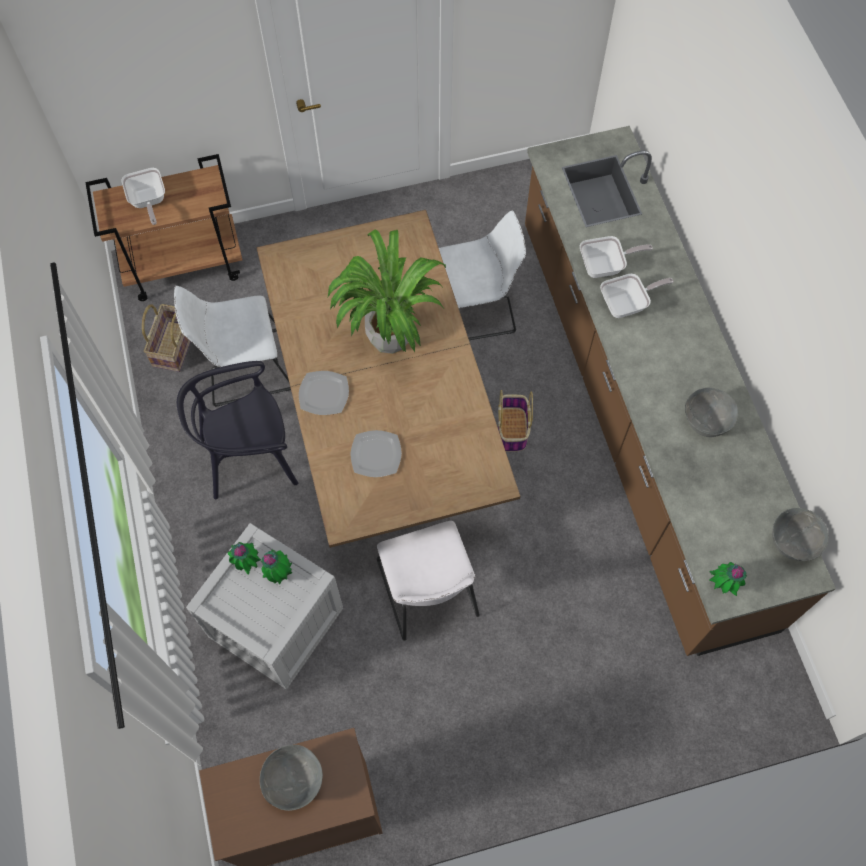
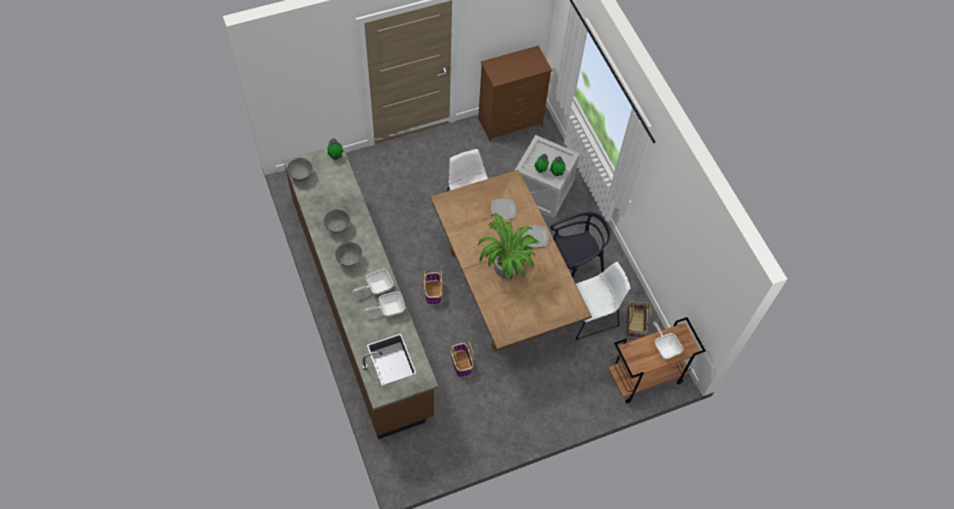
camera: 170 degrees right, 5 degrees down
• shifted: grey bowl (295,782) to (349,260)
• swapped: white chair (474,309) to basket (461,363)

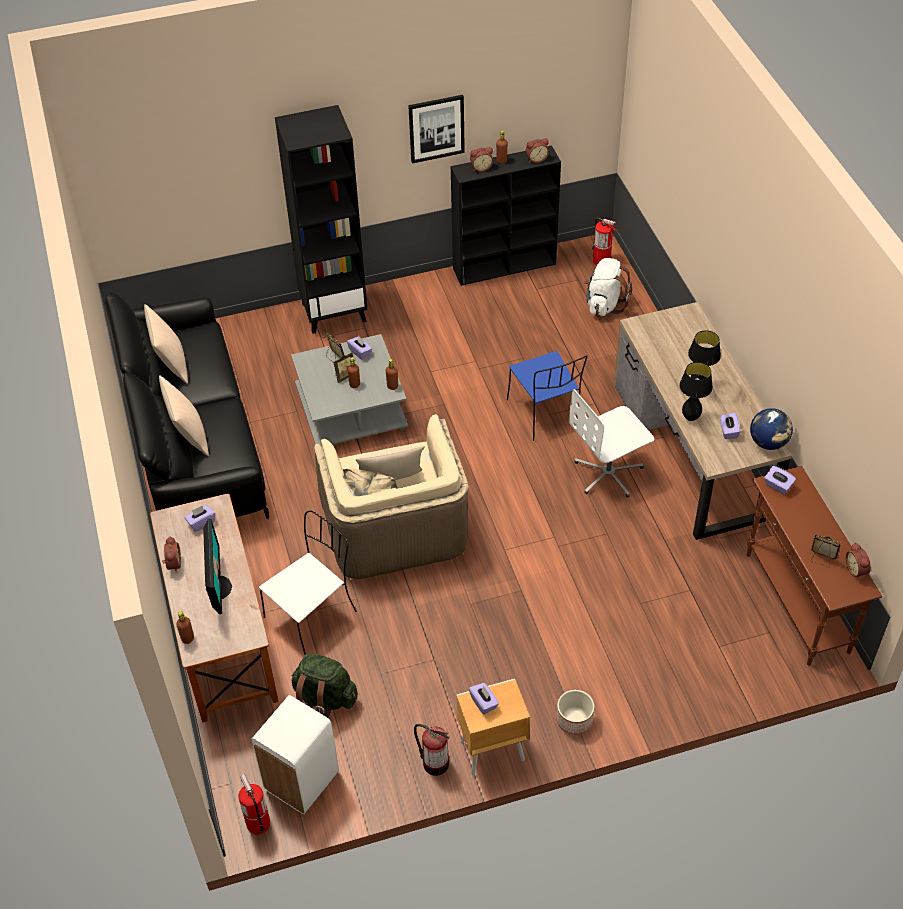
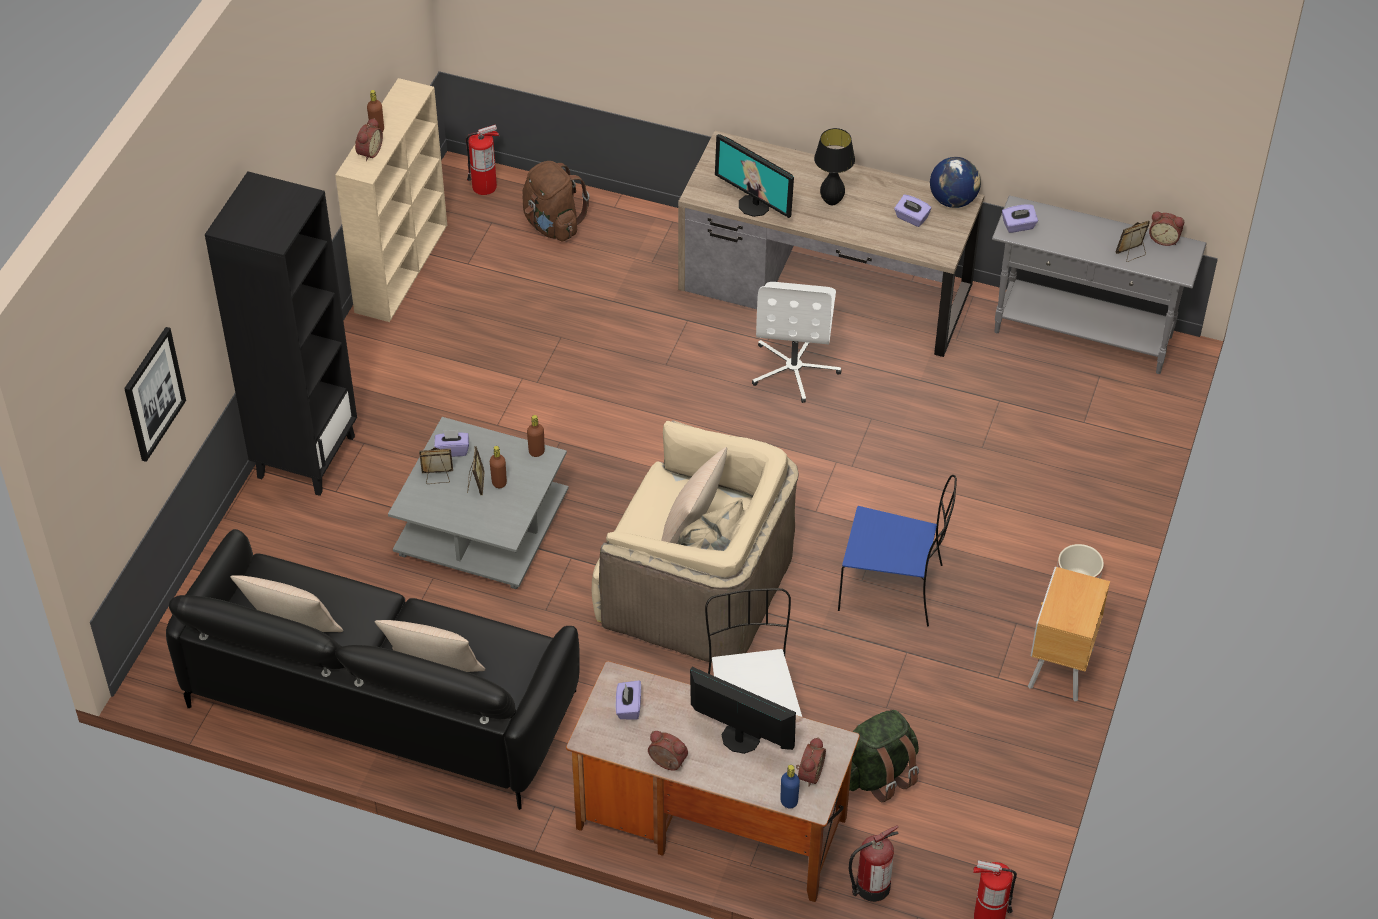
camera: 55 degrees left, 0 degrees up
• shifted: picture (436,128) to (153,393)
• repainted: black bookcase (505,266) to beige bookcase (401,267)
• repainted: white backpack (604,304) to brown backpack (552,225)
• new: monitor (754,205)
• repainted: brown bottle (187,638) to blue bottle (789,801)
• shifted: alarm clock (536,159) to (808,773)
• shifted: blue chair (545,413) to (893,588)
• shifted: fire extinguisher (434,763) to (870,887)
• repainted: brown console table (796,603) to grey console table (1083,335)
• gone: white trash can (300,781)
• gone: purple tissue box (483,703)
• gone: black table lamp (690,418)

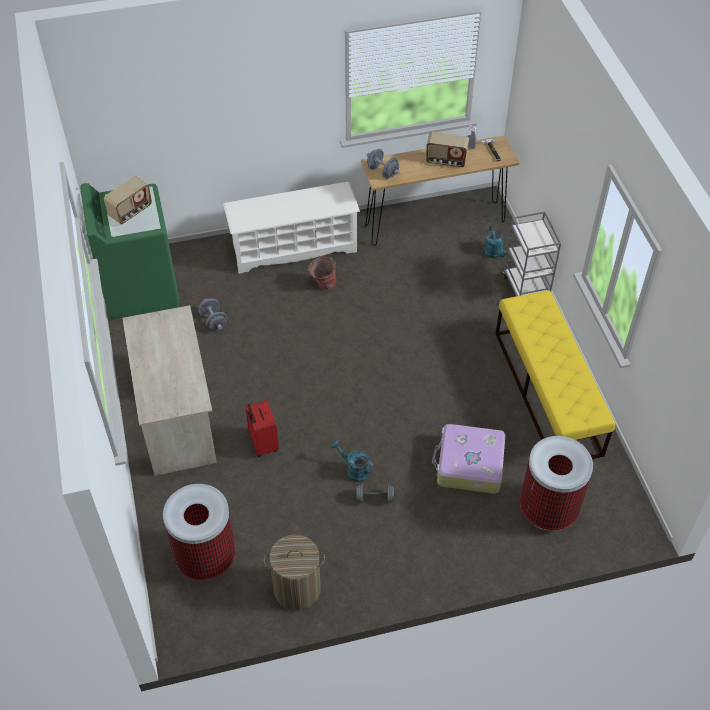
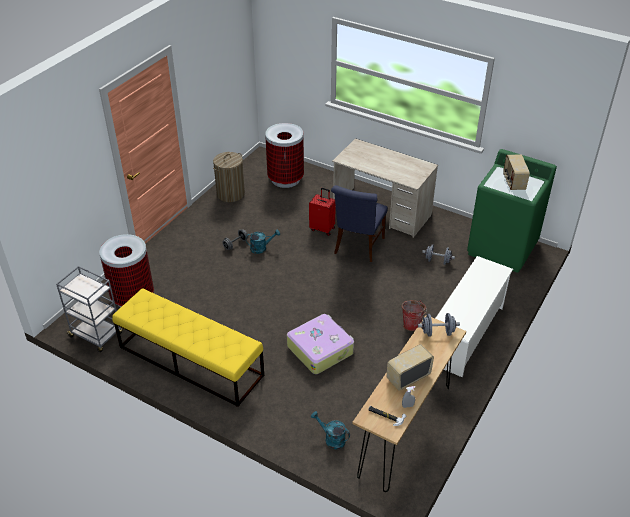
camera: 135 degrees right, 10 degrees down
• shifted: grey cart (526,289) to (97,335)
• shifted: suitcase (469,465) to (320,349)
• new: blue chair (358,247)

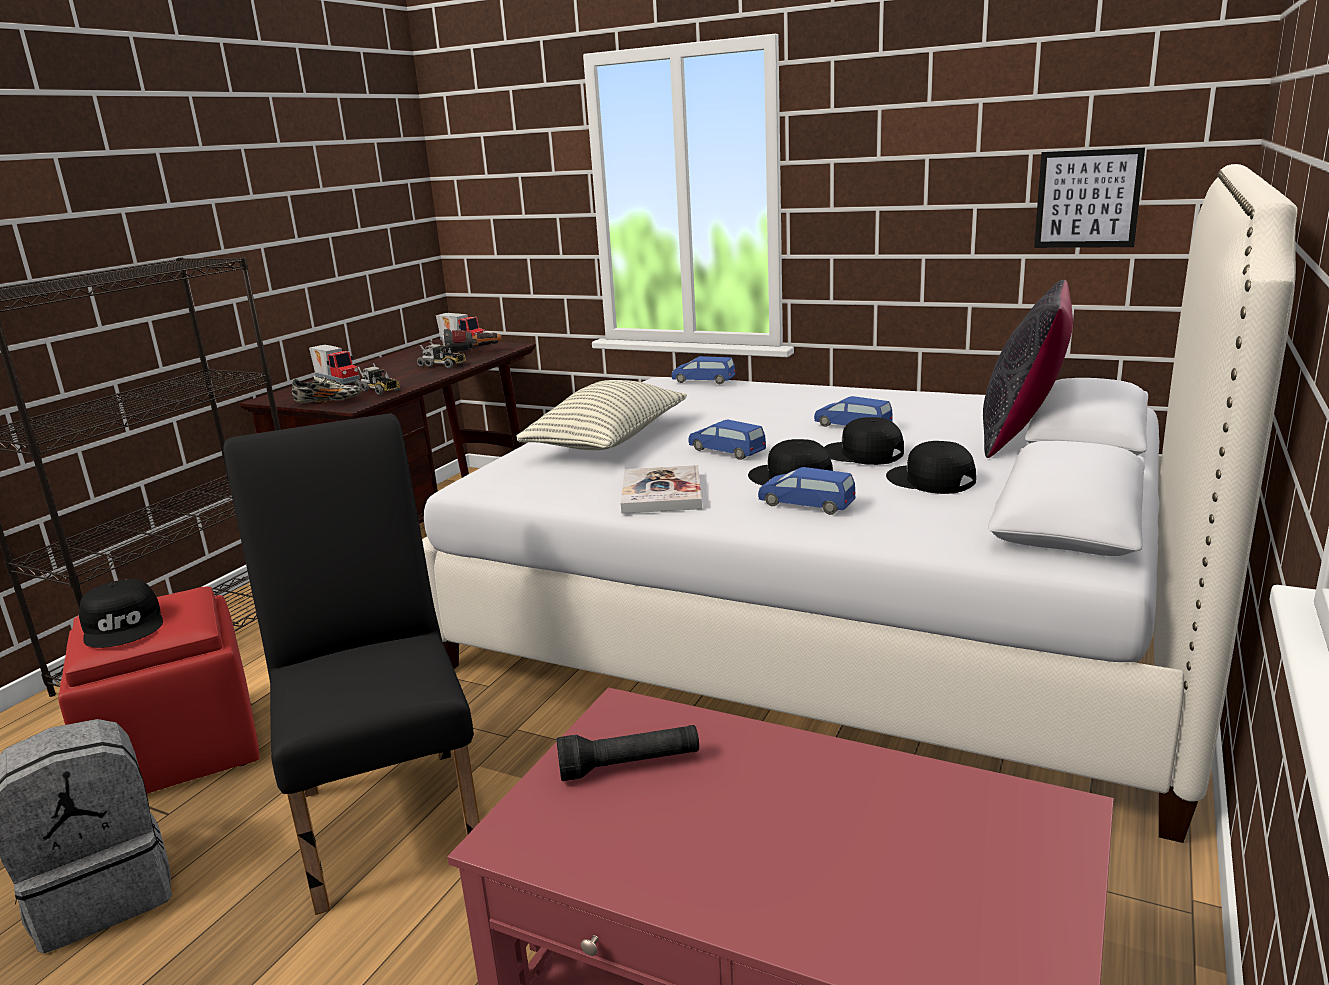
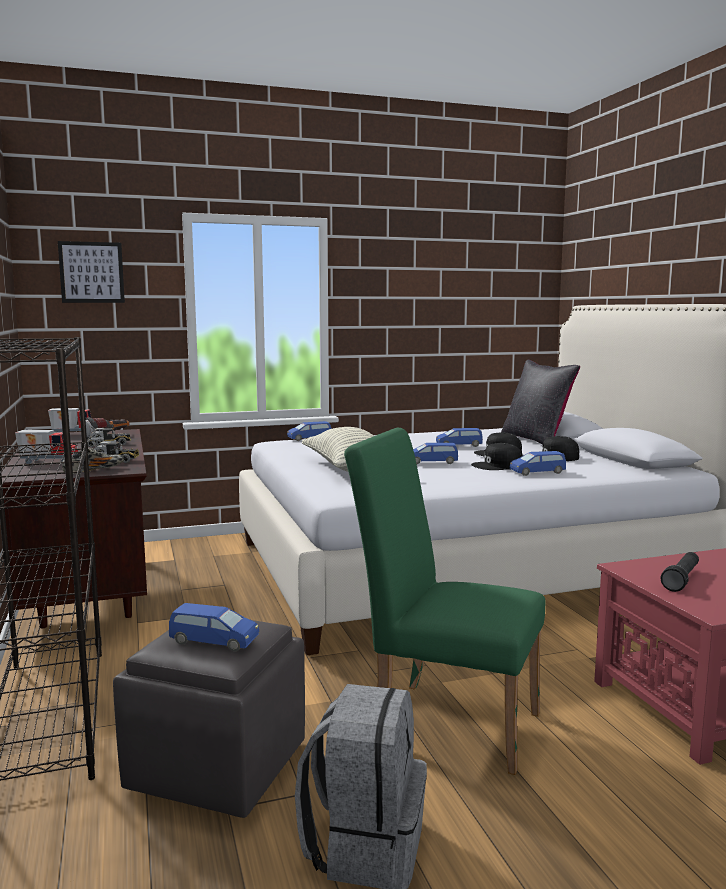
camera: 45 degrees left, 10 degrees down
• shifted: picture (1087,199) to (91,272)
• repainted: red ottoman (180,749) to grey ottoman (217,765)
• swapped: black cap (125,625) to blue toy car (214,641)
• repainted: black chair (390,812) to green chair (444,720)
• gone: book (661,493)

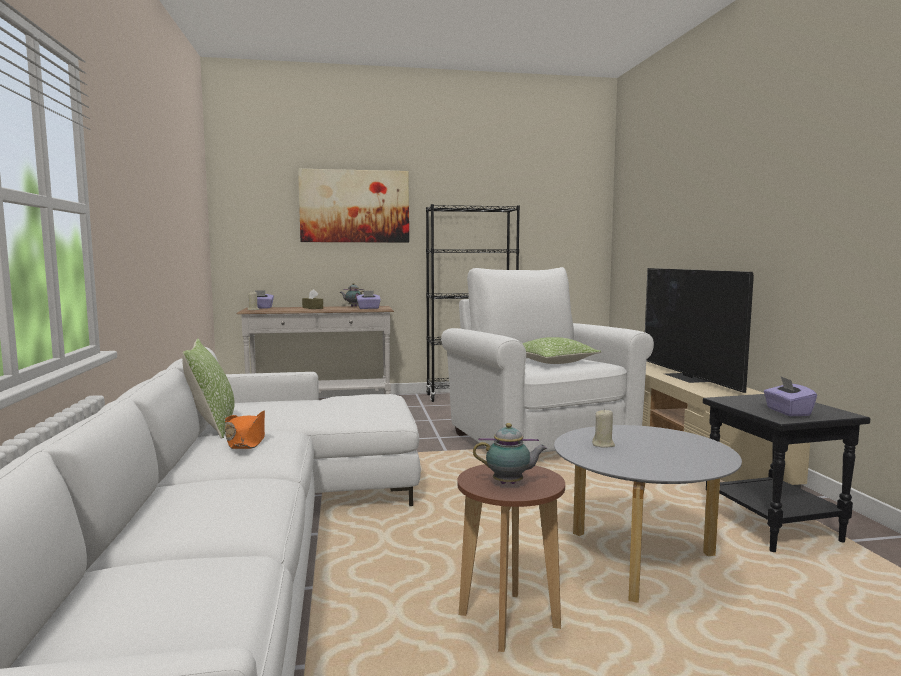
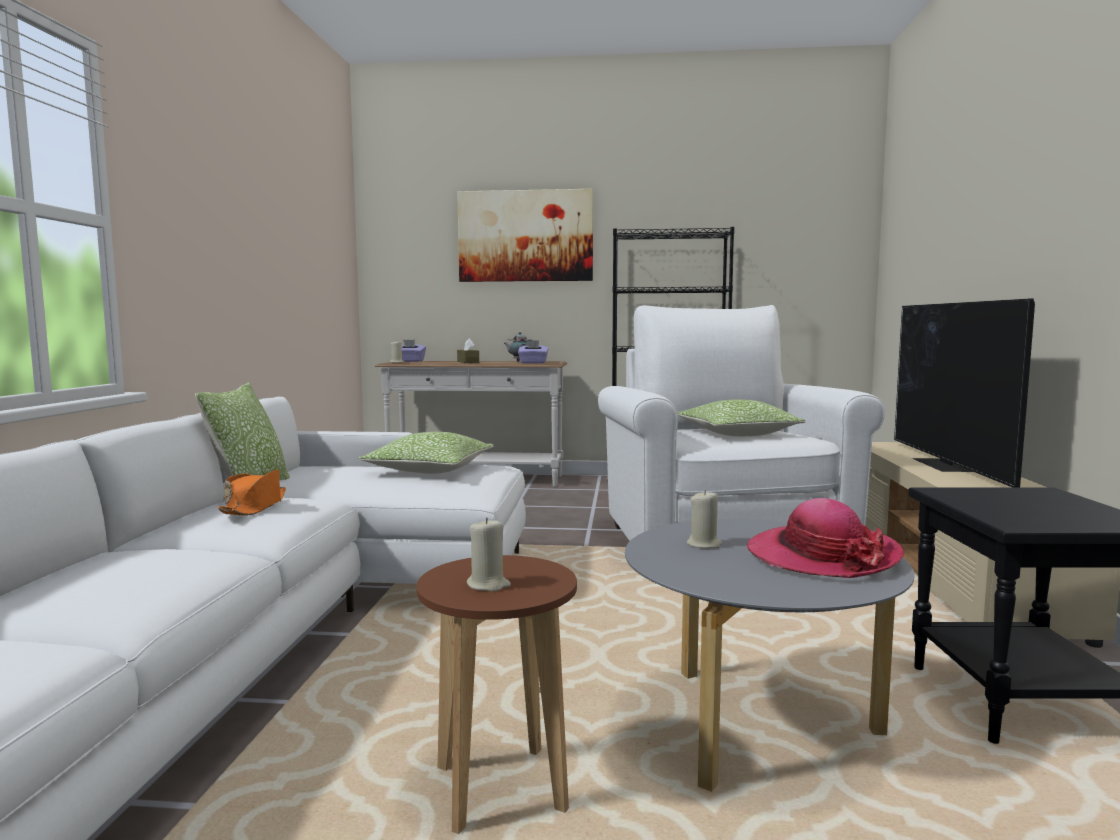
camera: 15 degrees right, 0 degrees up
• new: pillow (429,470)
• swapped: teapot (510,484) to beige candle (488,585)
• new: hat (822,556)
• gone: purple tissue box (787,412)

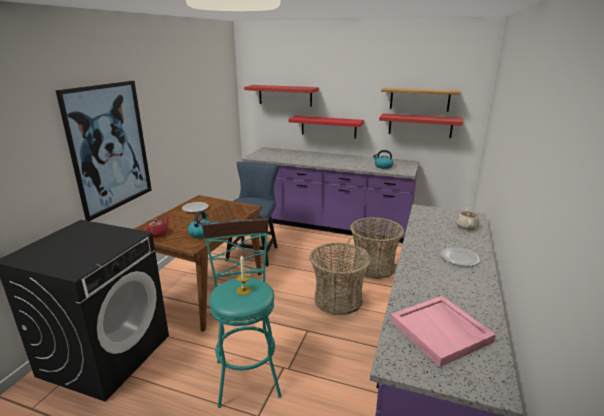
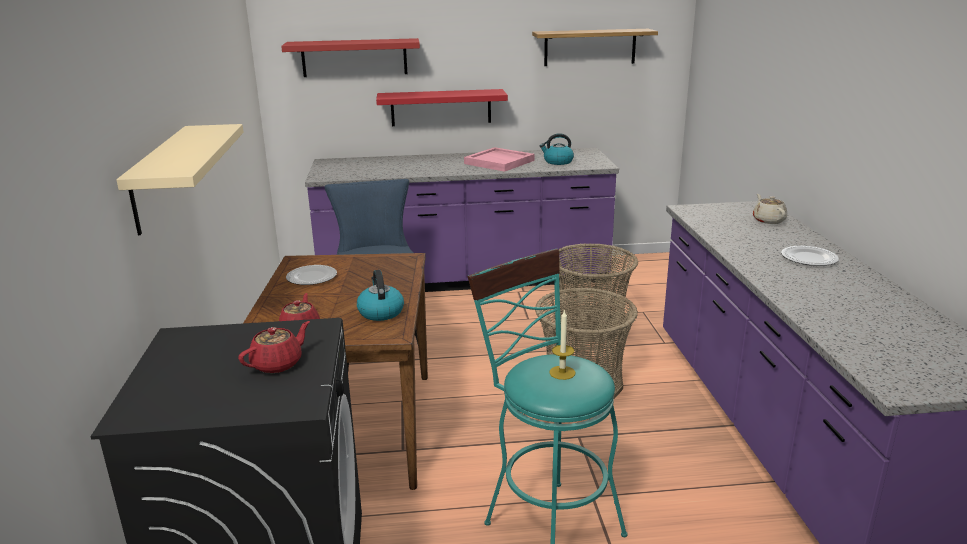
camera: 25 degrees left, 0 degrees up
• swapped: picture (109,148) to beige shelf (160,177)
• new: red teapot (278,364)
• shifted: pink tray (441,331) to (500,162)
• gone: red shelf (420,125)

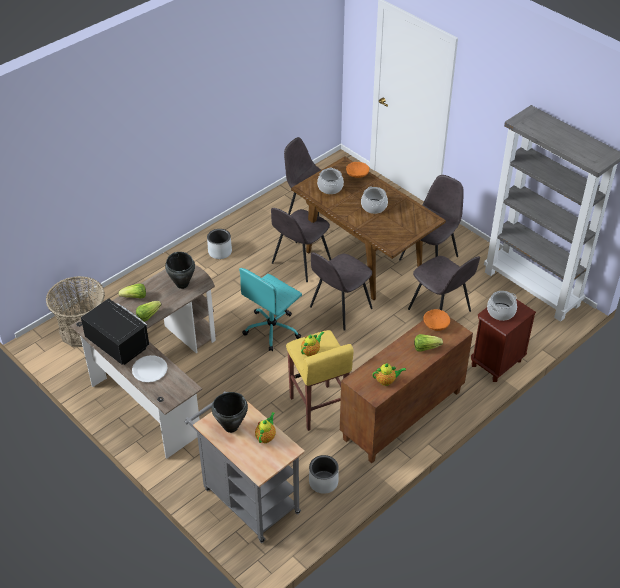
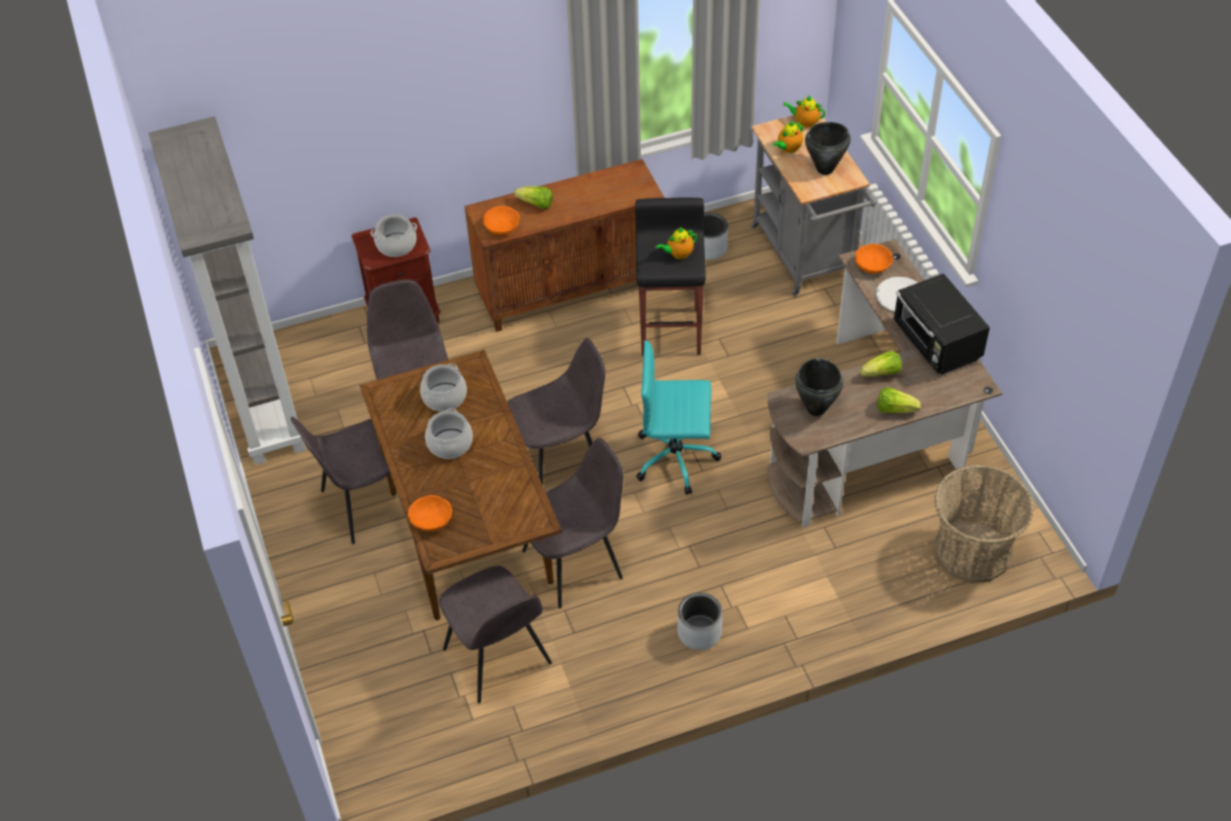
camera: 155 degrees left, 5 degrees up
• shifted: cooking pot (330,187) to (445,397)
• repainted: yellow stool (317,408) to black stool (671,330)
• rotated: turquoise office chair (272,329) = (677,458) 150 degrees counterclockwise
• shifted: teapot (387,381) to (805,122)
• new: orange bowl (872,266)

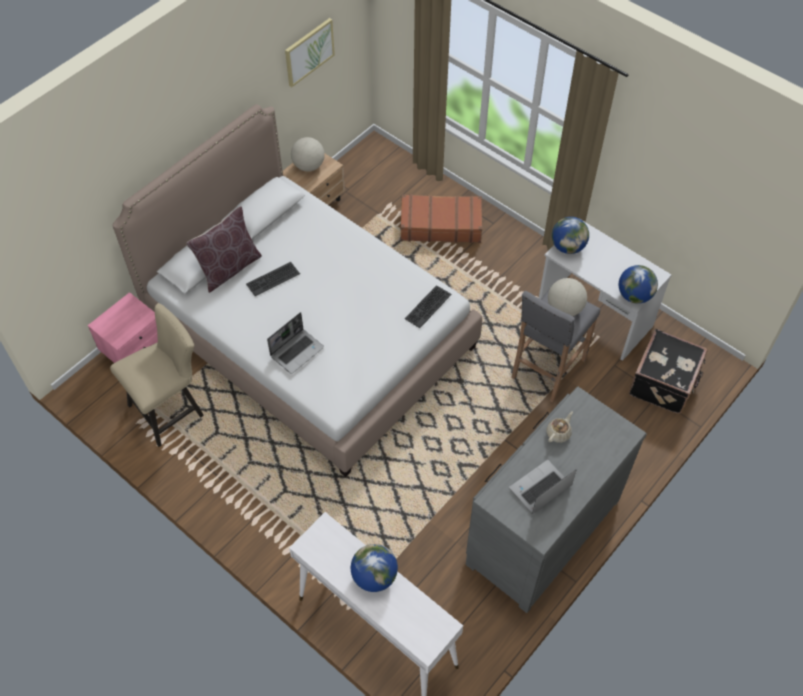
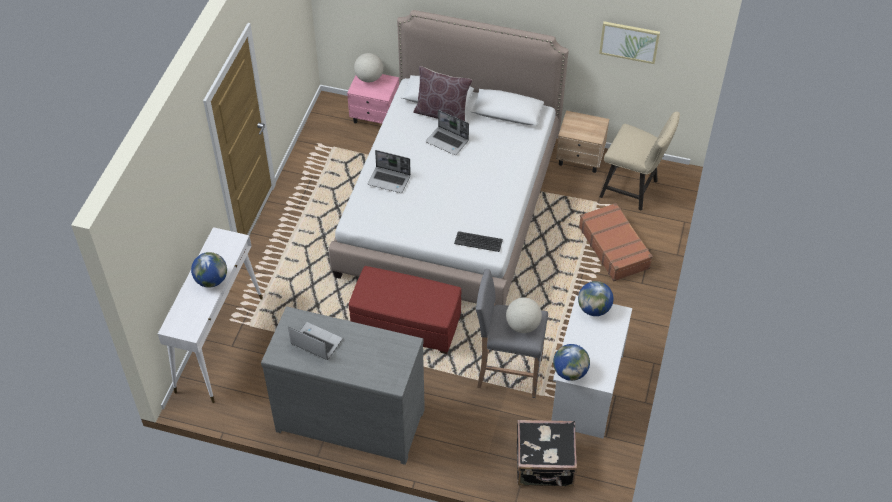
camera: 65 degrees right, 5 degrees down
• new: red ottoman (406,325)
• shifted: globe (309,166) to (369,78)
• swapped: keyboard (273,279) to laptop (447,141)
• shifted: beige chair (171,408) to (633,190)
• gone: beige teapot (558,433)

